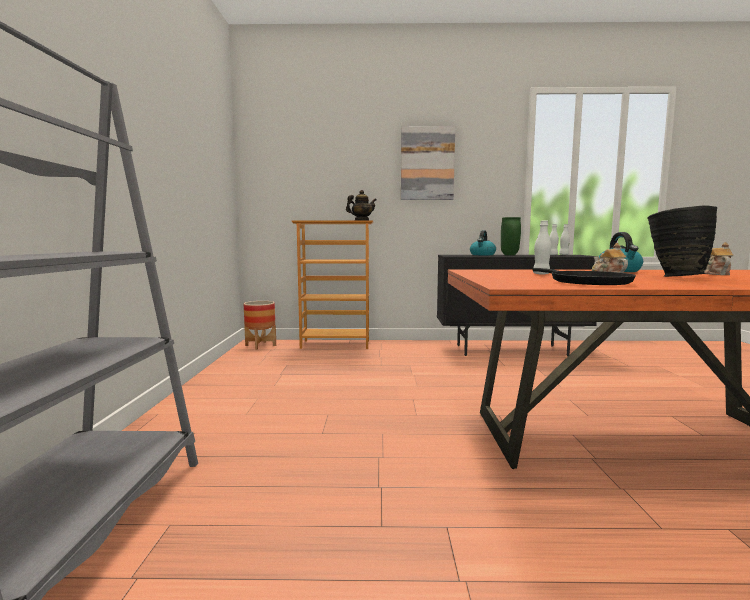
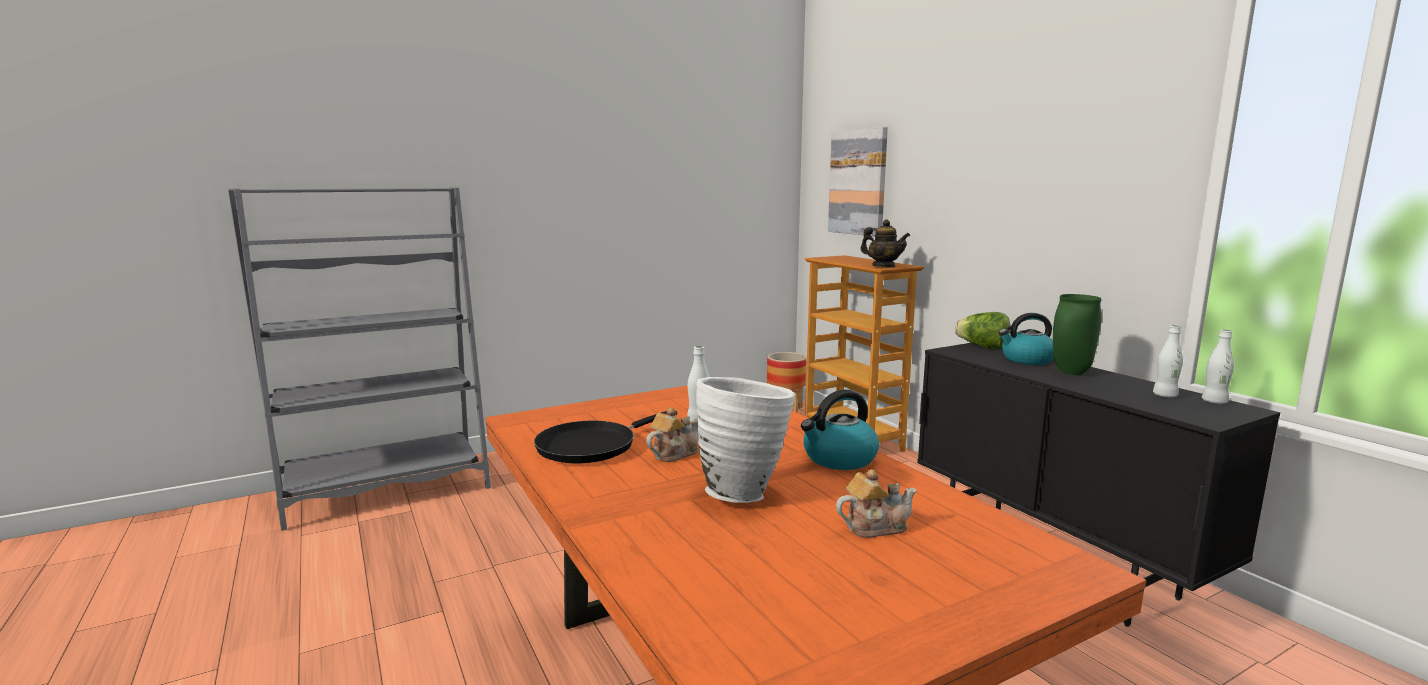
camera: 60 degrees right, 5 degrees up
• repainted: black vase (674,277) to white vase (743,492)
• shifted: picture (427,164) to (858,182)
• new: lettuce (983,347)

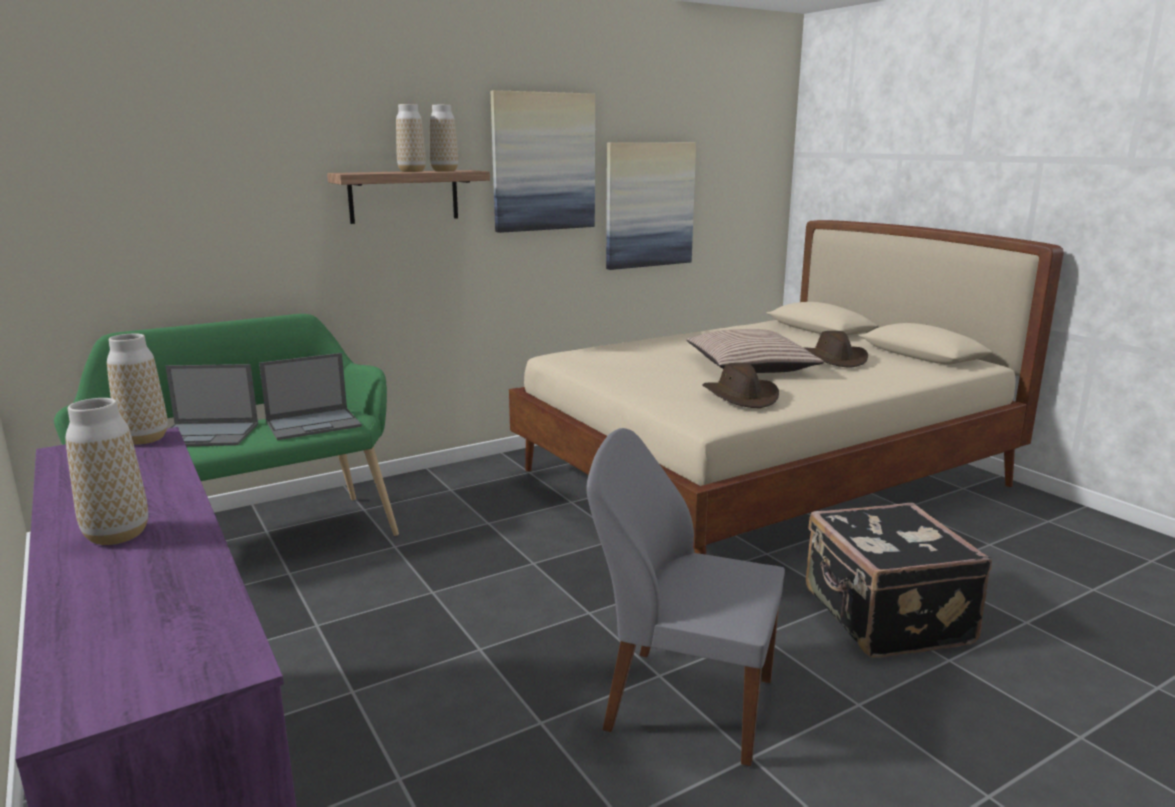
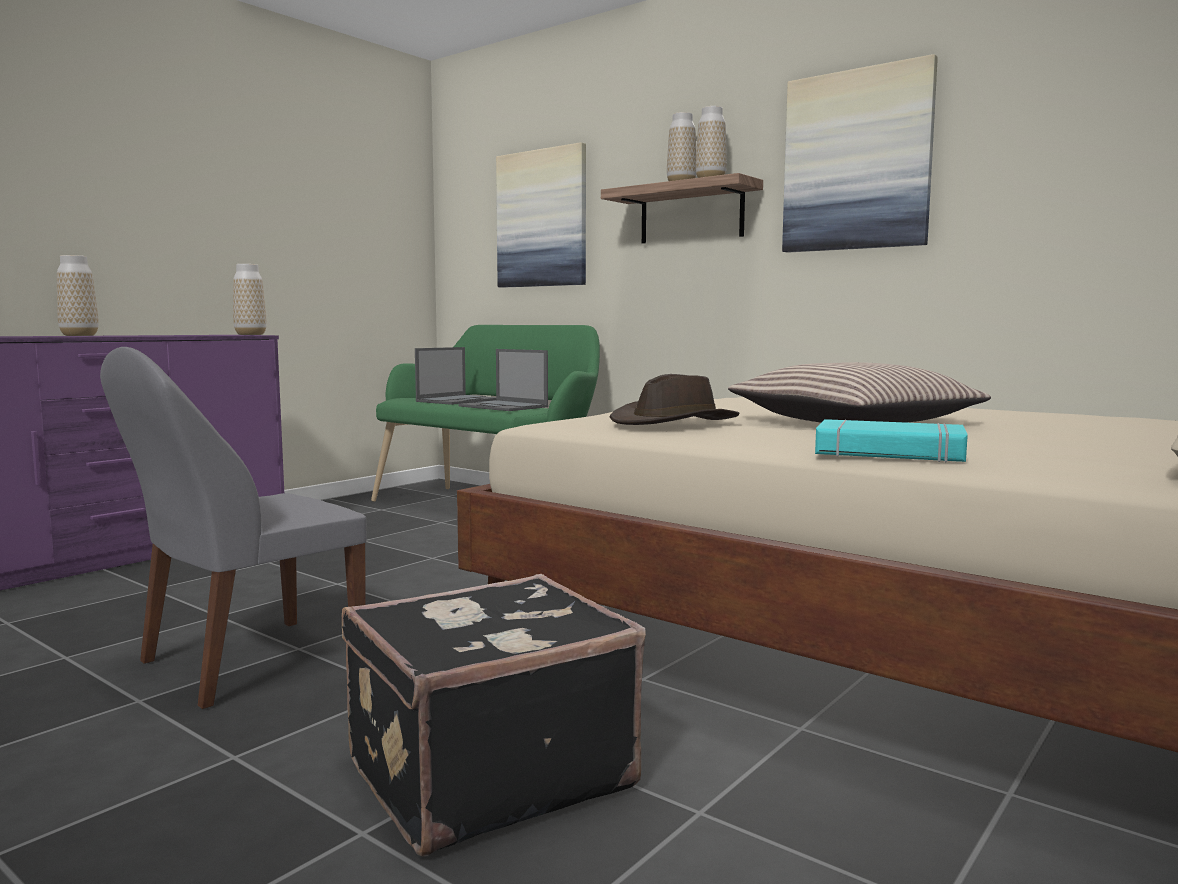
camera: 70 degrees right, 10 degrees down
• rotated: grey chair (684,702) = (246,663) 135 degrees counterclockwise
• rotated: laptop (207,435) = (458,400) 120 degrees counterclockwise
• shifted: picture (649,205) to (542,219)
• new: turquoise book (889,453)
• gone: brown hat (835,359)

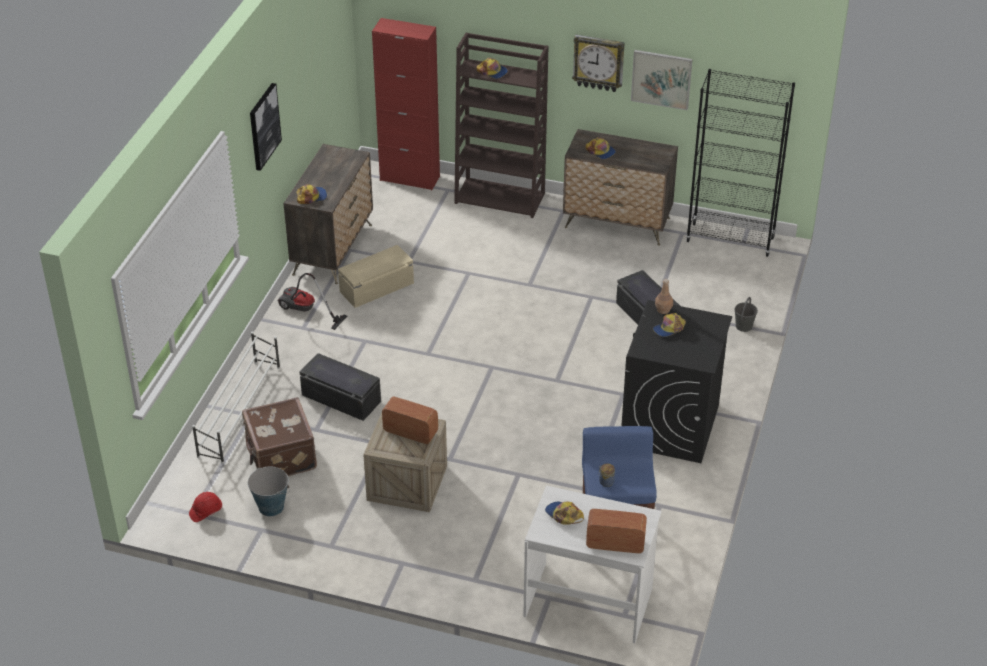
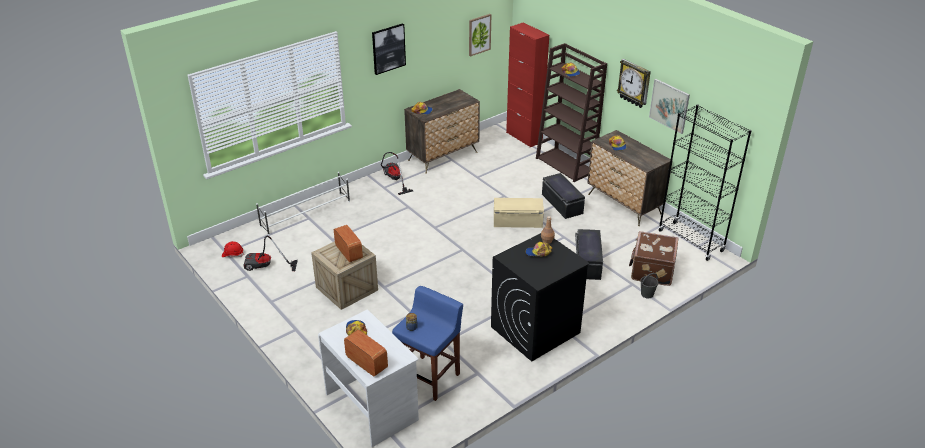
camera: 35 degrees right, 5 degrees down
• swapped: bucket (271,507) to vacuum cleaner (265,267)
• new: picture (479,34)
• shifted: beige storage box (377,288) to (518,221)
• shifted: black storage box (340,399) to (561,204)
• shifted: brown suitcase (280,456) to (651,270)

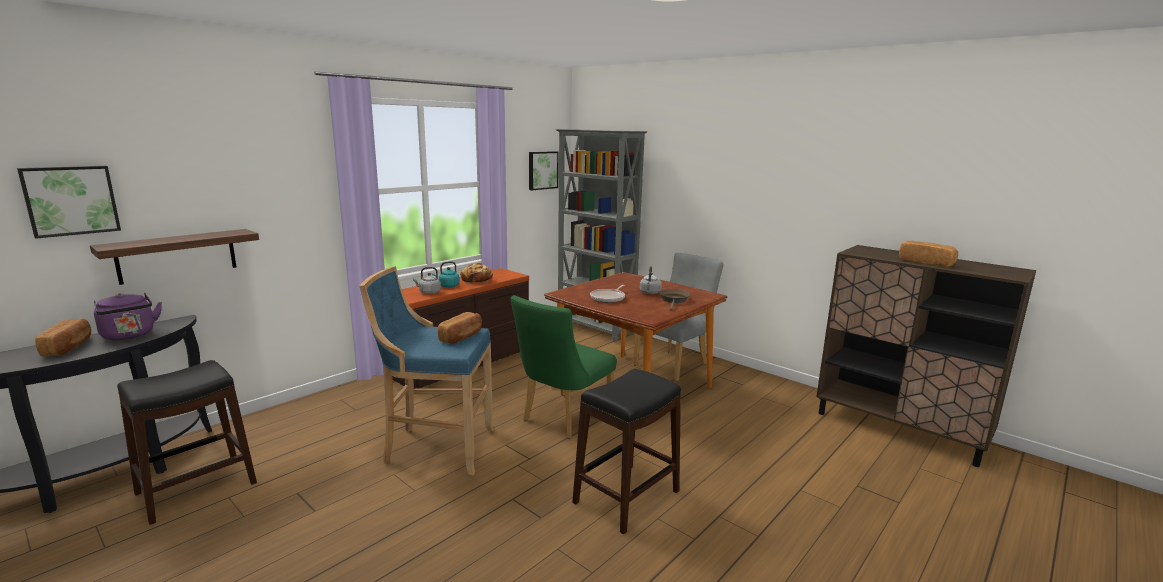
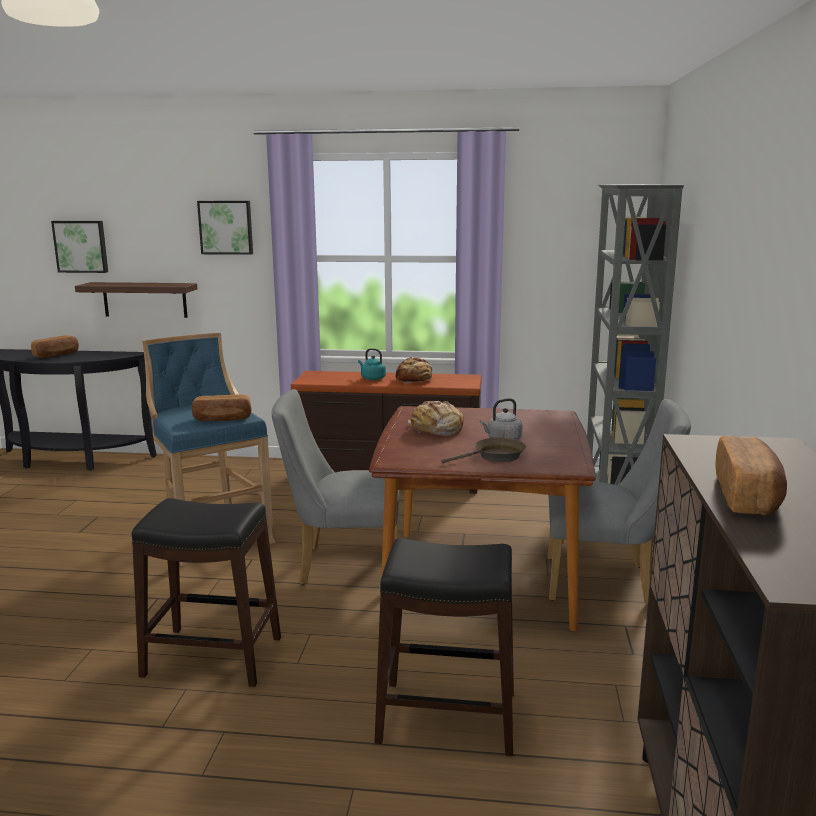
camera: 55 degrees right, 0 degrees up
• shifted: picture (542,170) to (226,227)
• repainted: green chair (562,418) to grey chair (341,566)
• shifted: black stool (196,488) to (446,716)
• swapped: frying pan (608,298) to bread (436,429)
• gone: purple kettle (129,336)
• gone: grey kettle (428,292)

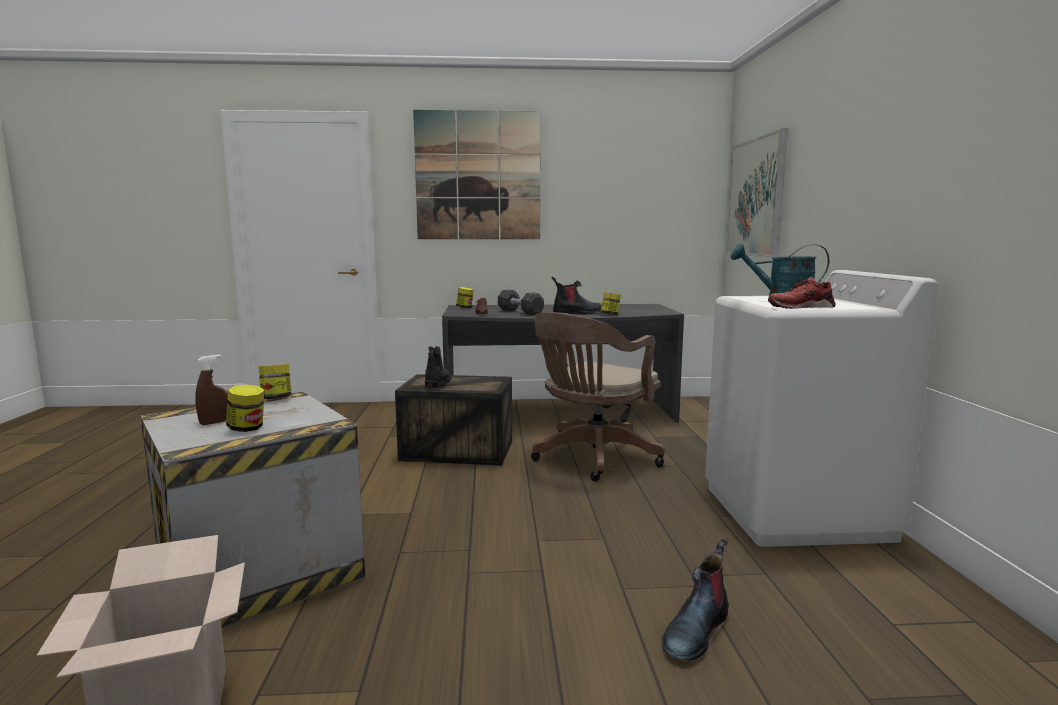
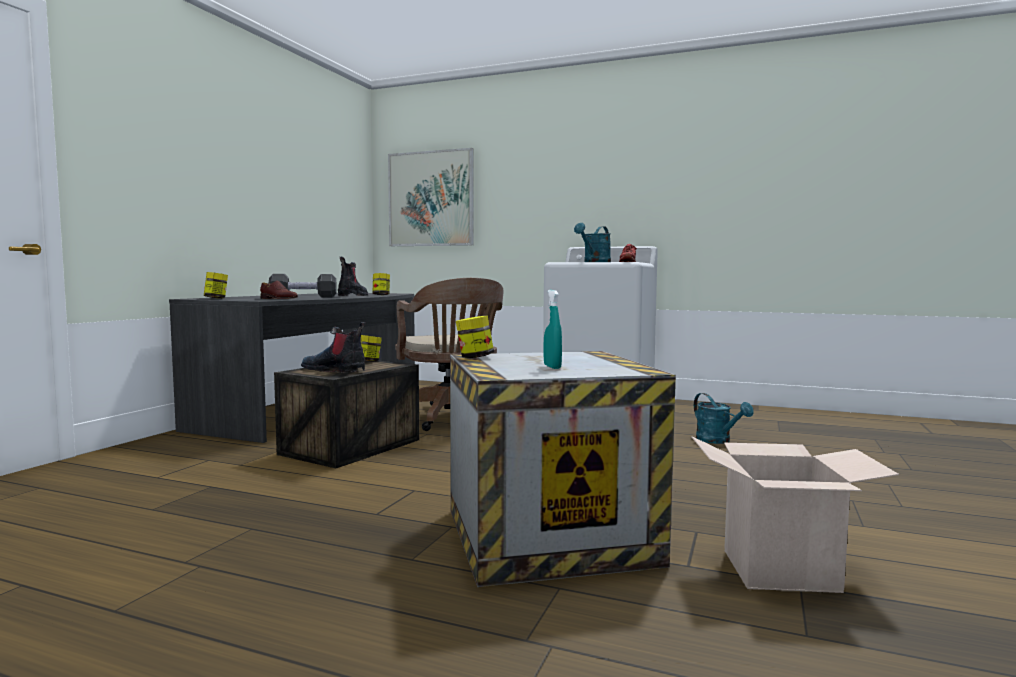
camera: 65 degrees left, 5 degrees down
• shifted: jar (247,429) to (370,361)
• repainted: brown spray bottle (214,422) to turquoise spray bottle (552,367)
• swapped: boot (696,631) to turquoise watering can (718,441)
• gone: picture (478,176)

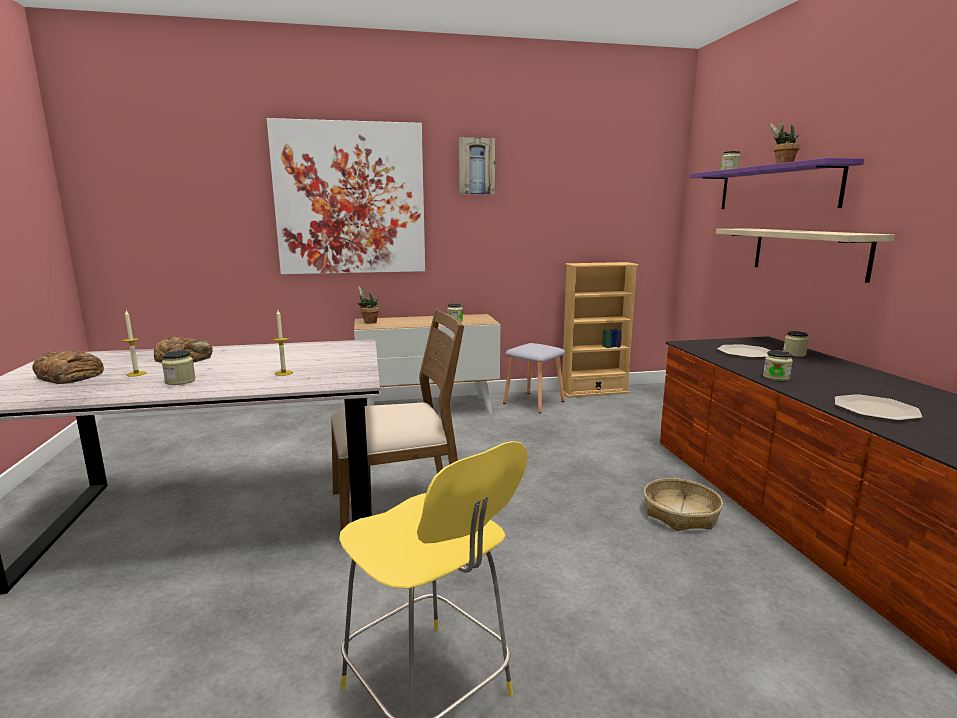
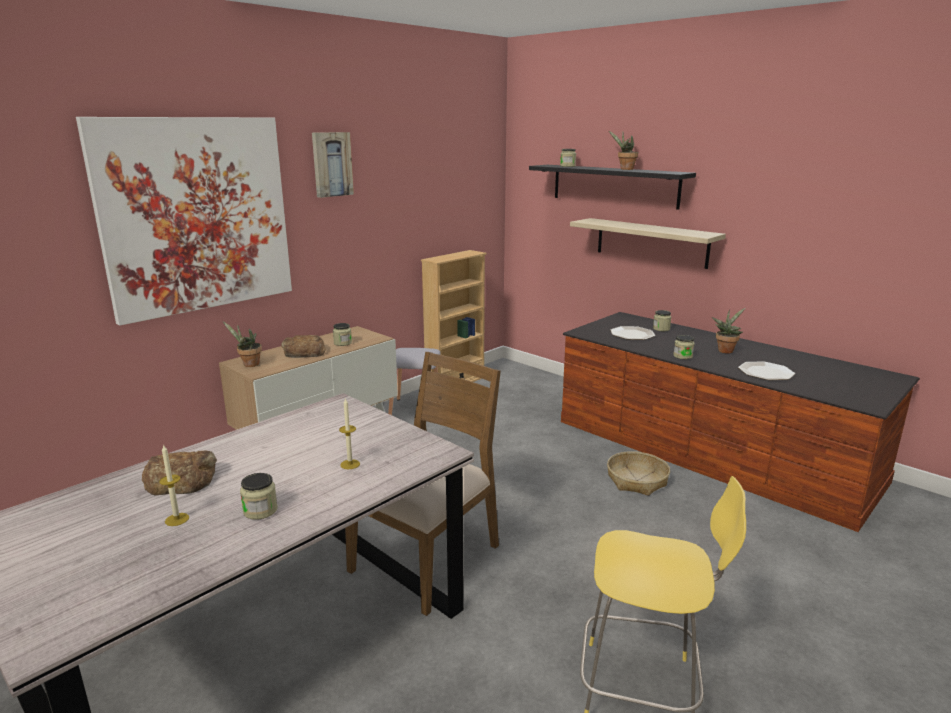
camera: 35 degrees left, 5 degrees up
• shifted: bread (69,375) to (304,352)
• repainted: purple shelf (776,188) to black shelf (614,185)
• new: potted plant (725,350)

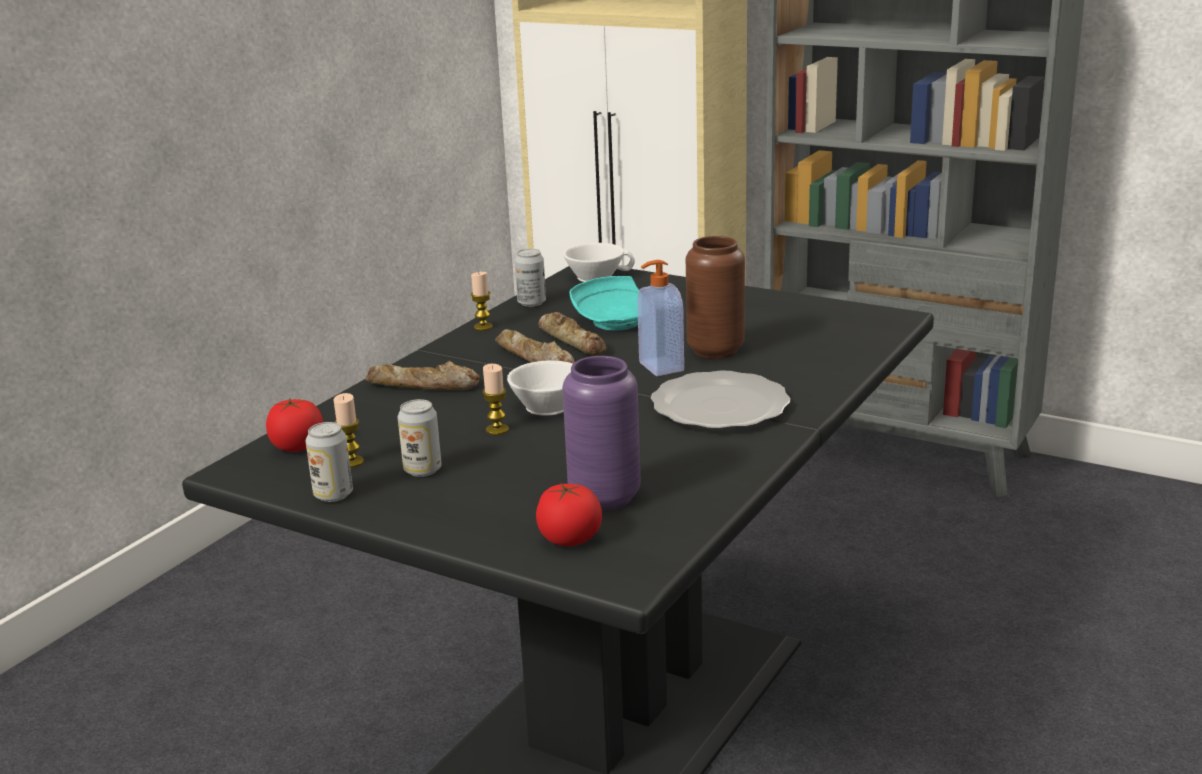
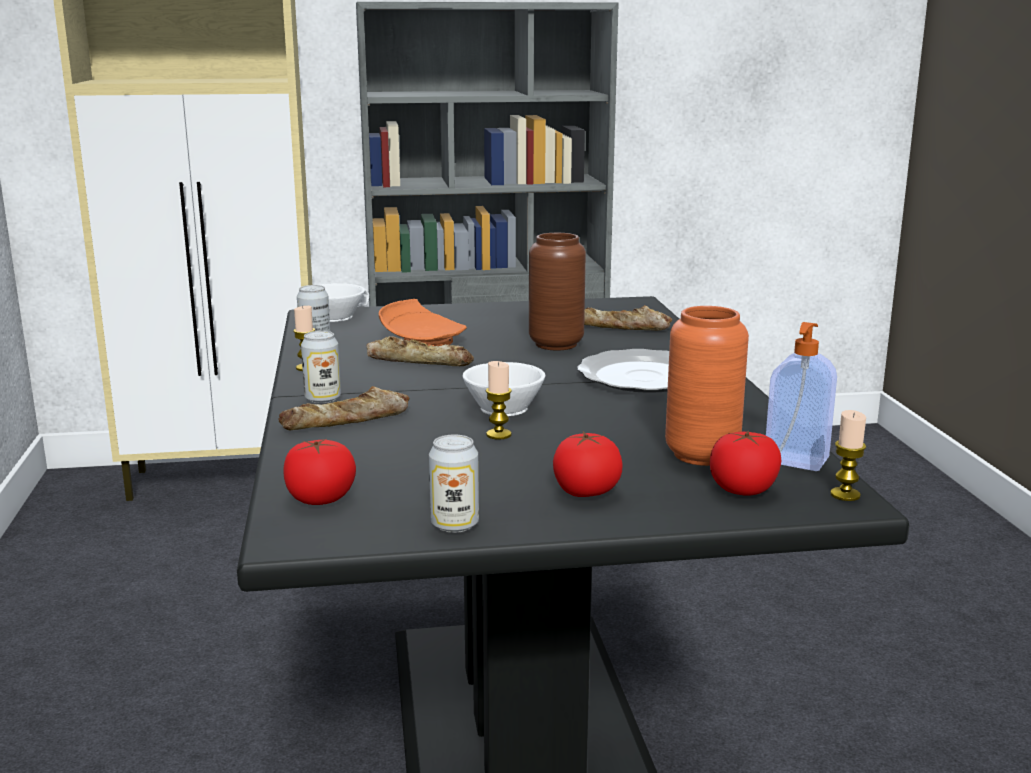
camera: 40 degrees left, 5 degrees down
• shifted: can (422,470) to (322,399)
• repainted: turquoise plate (614,320) to orange plate (422,341)
• new: tomato (586,492)
• shifted: bread (534,359) to (619,327)
• repainted: purple vase (604,497) to orange vase (702,455)
• shifted: soap dispenser (659,367) to (795,461)
• shifted: candle (351,462) to (845,495)

